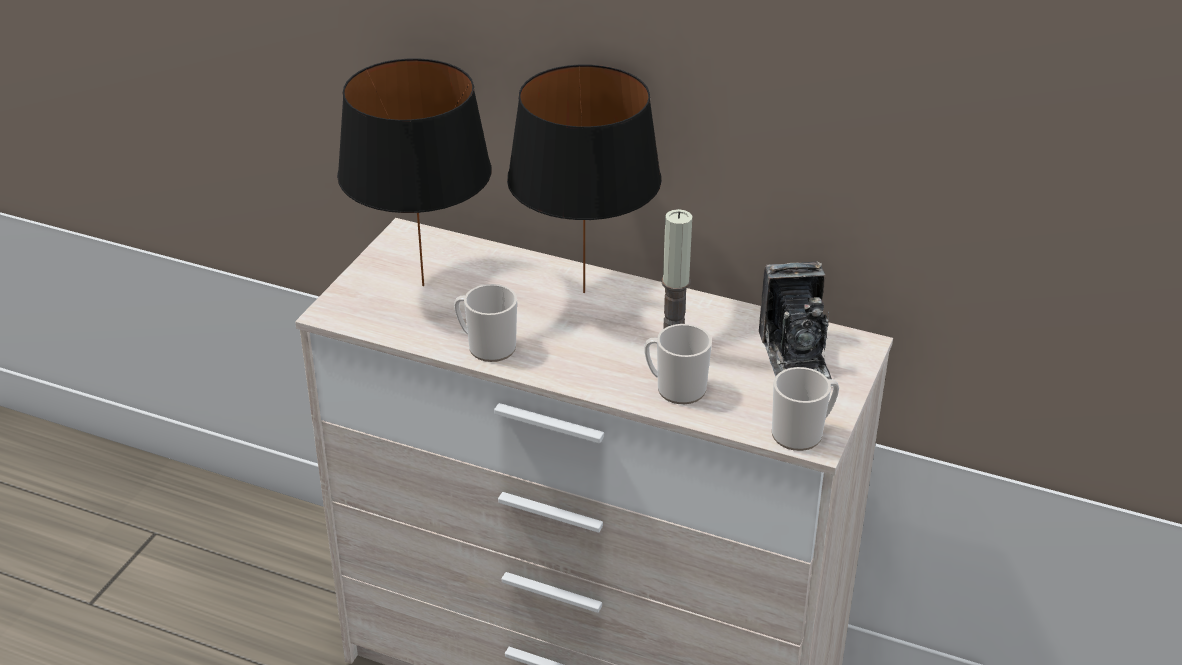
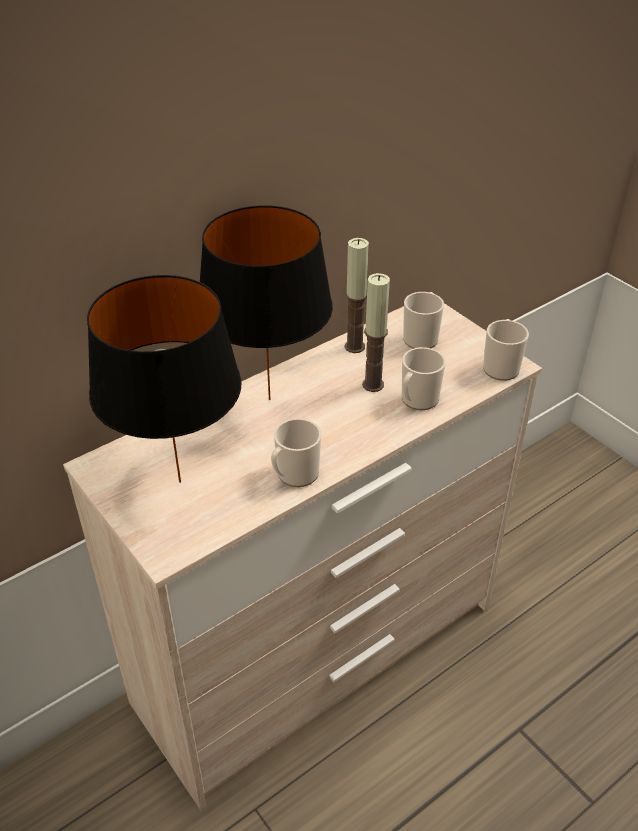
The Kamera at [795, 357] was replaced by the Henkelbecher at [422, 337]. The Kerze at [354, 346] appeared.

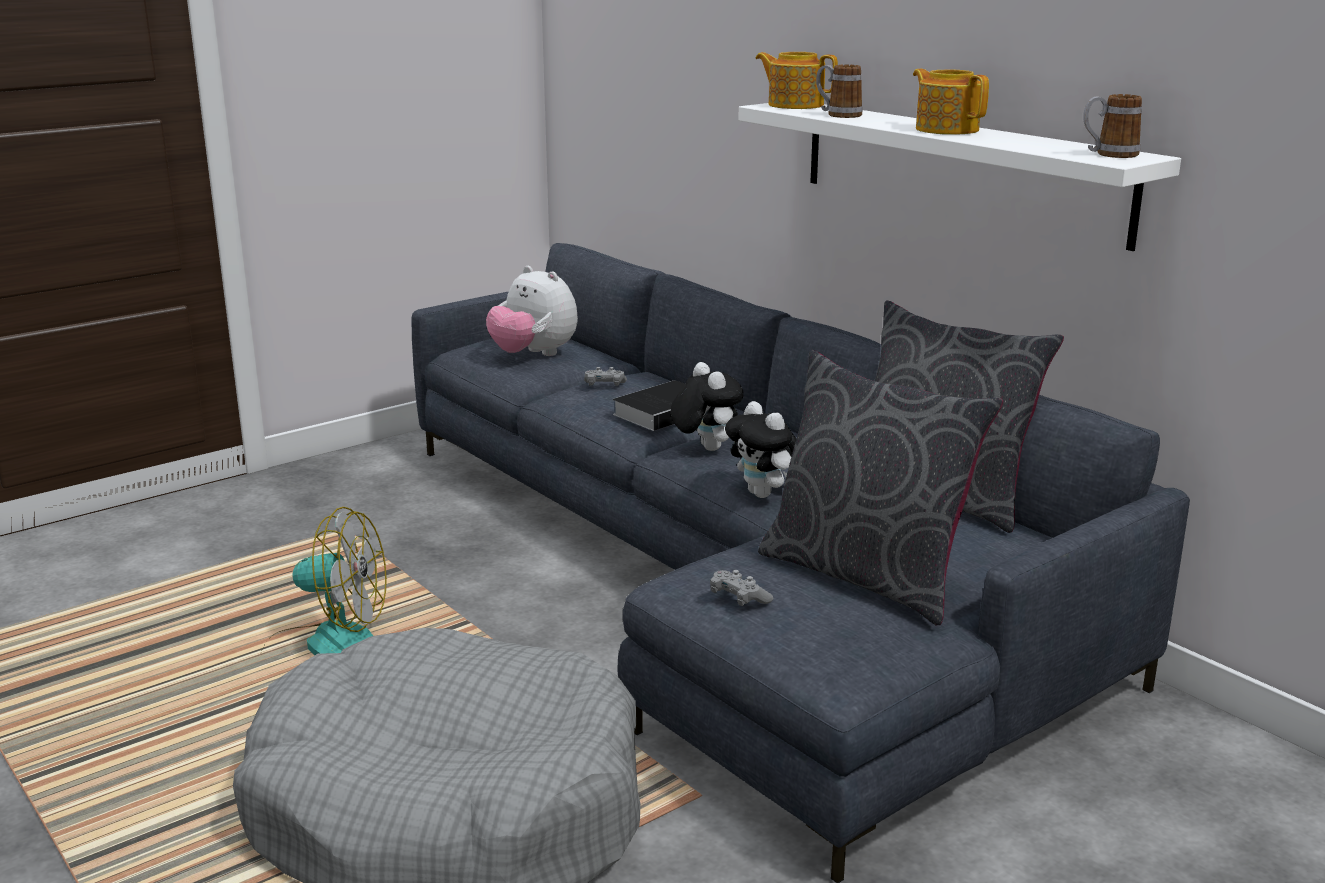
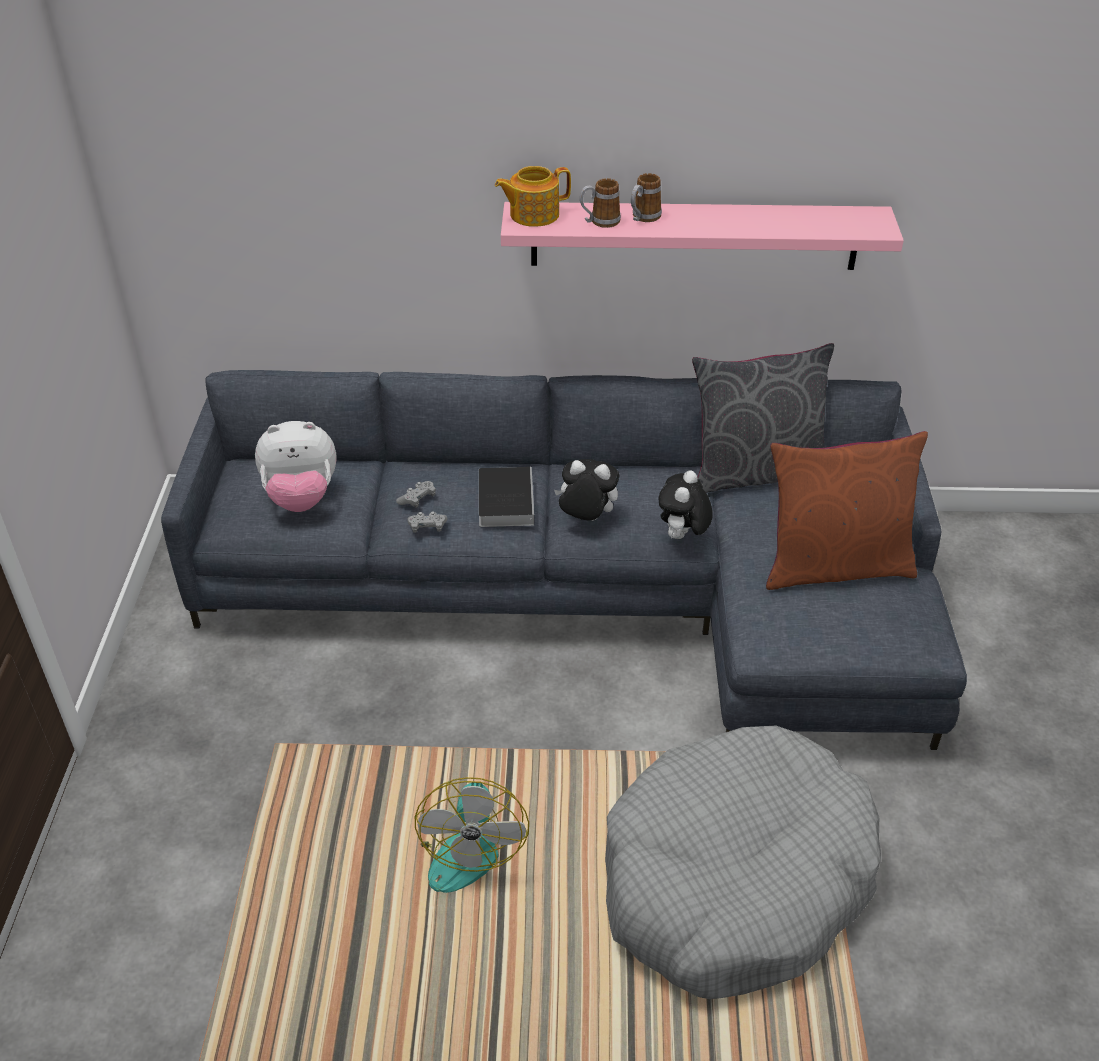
The Teekanne at [946, 129] disappeared. The Henkelbecher moved from [1108, 154] to [643, 218]. The Wandregal [weiß] at [959, 169] became the Wandregal [rosa] at [694, 235]. The Kissen [grau] at [866, 576] became the Kissen [braun] at [834, 566]. The Plüschtier at [765, 494] turned 105 degrees clockwise. The Ventilator at [325, 649] turned 135 degrees clockwise. The Gamepad [grau] moved from [739, 598] to [427, 527].

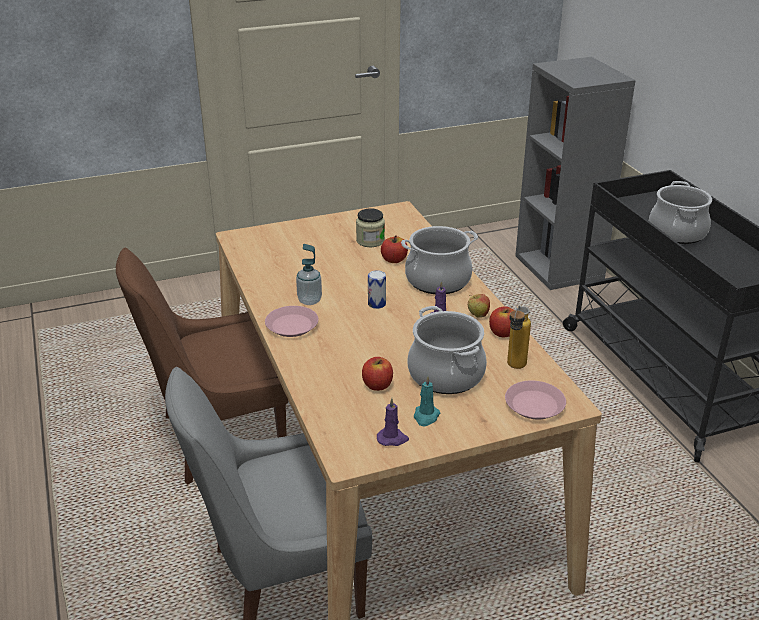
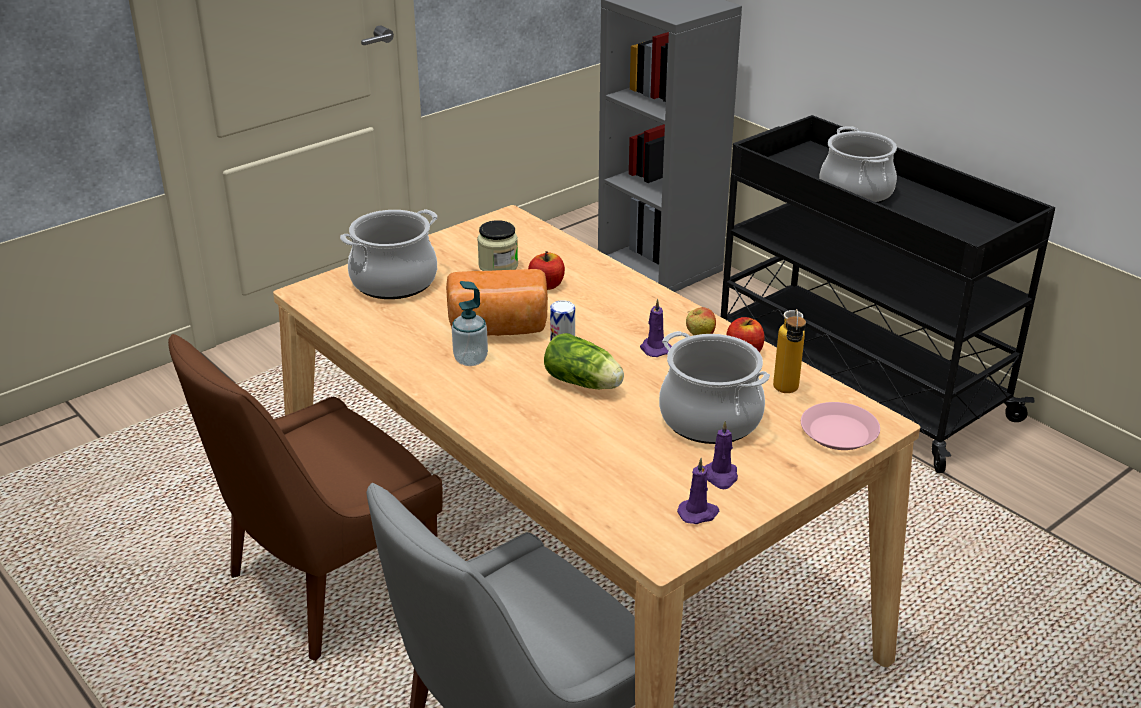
The Kochtopf moved from [438, 280] to [394, 281]. The Teller [rosa] at [291, 325] disappeared. The Apfel at [377, 385] disappeared. The Kerze [türkis] at [426, 417] became the Kerze [lila] at [721, 476]. The Brot at [498, 328] appeared. The Salatkopf at [585, 384] appeared.

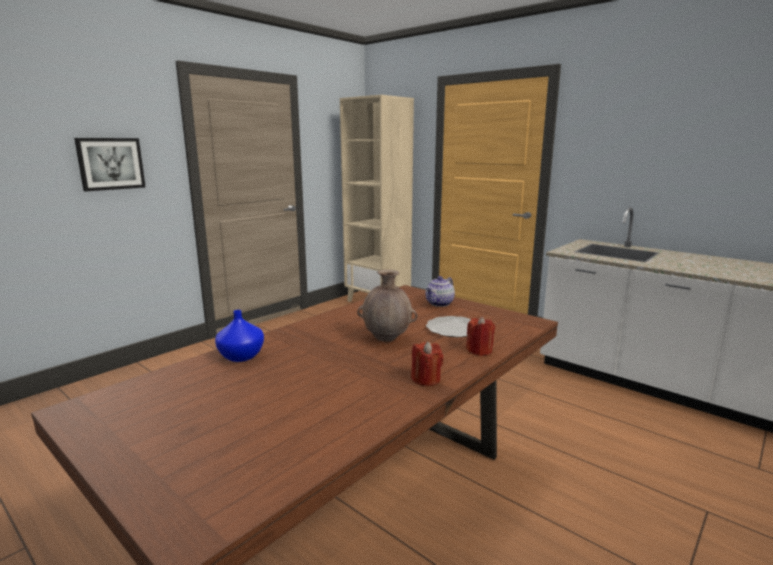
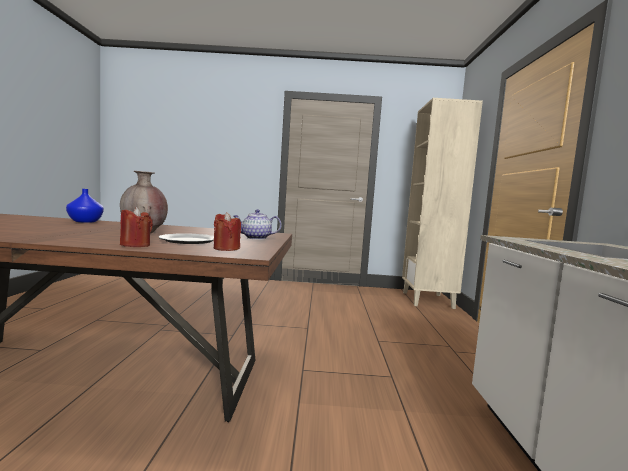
The Bild at [111, 163] disappeared. The Kerze [rot] moved from [426, 379] to [226, 248].

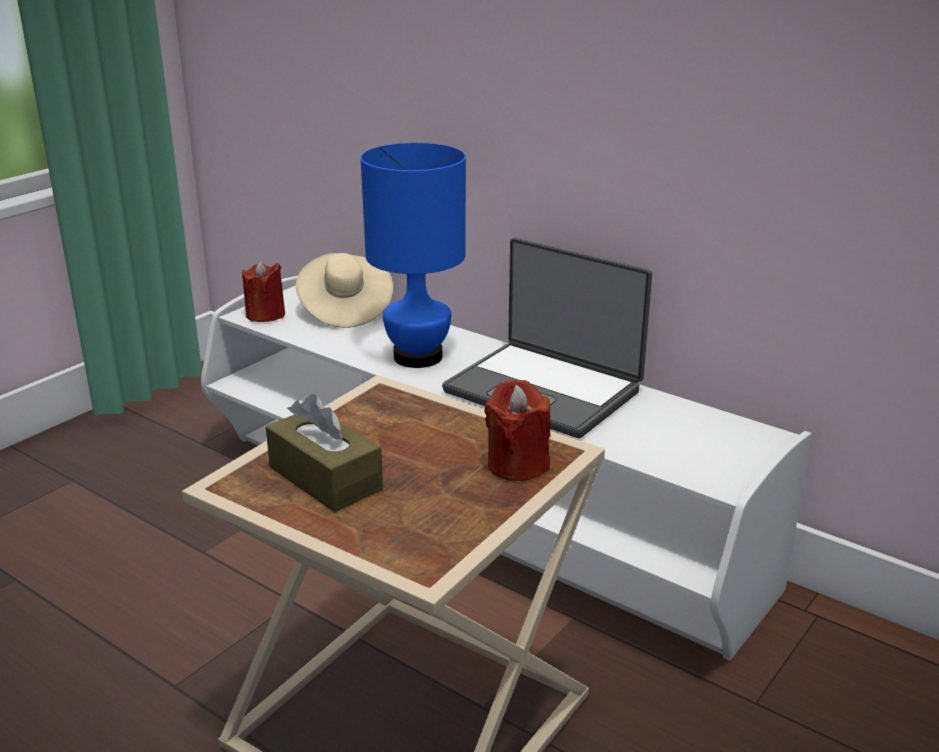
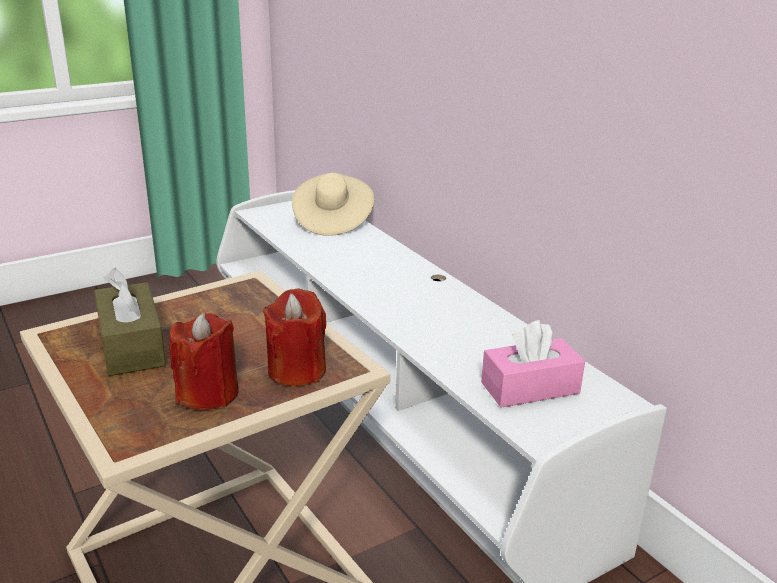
The Tischlampe [blau] at [417, 357] disappeared. The Laptop at [545, 390] disappeared. The Kerze [rot] moved from [265, 315] to [207, 393]. The Taschentuchbox [rosa] at [530, 388] appeared.

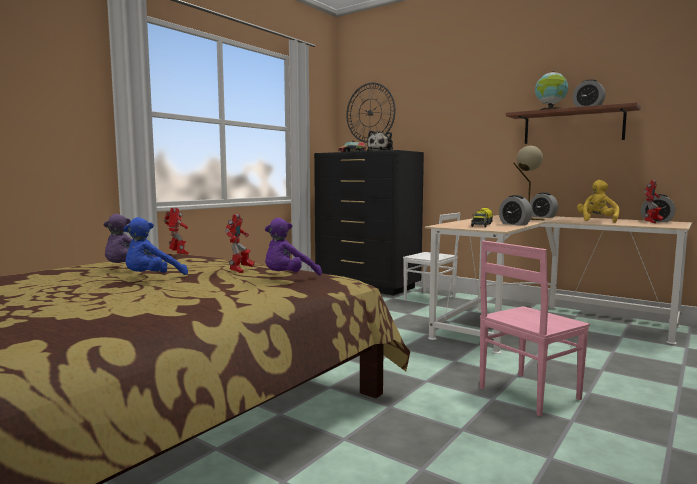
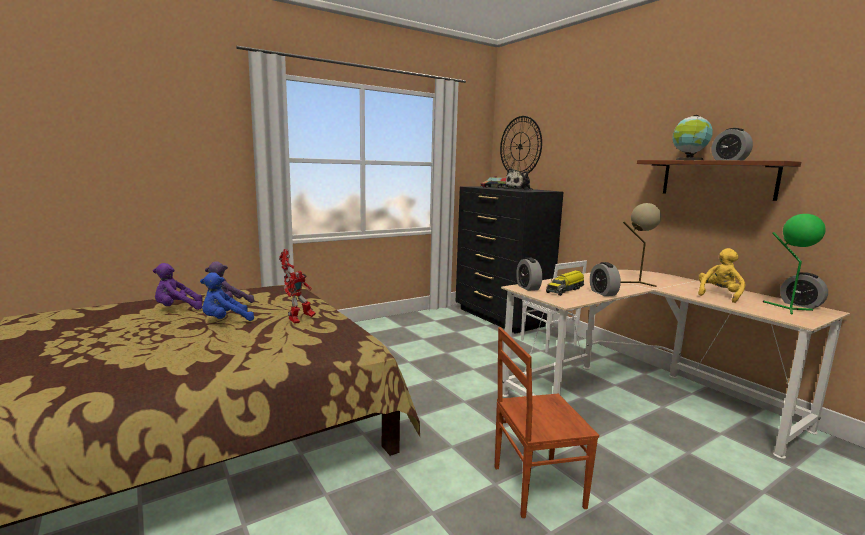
The Spielzeugroboter at [652, 222] was replaced by the Tischlampe [grün] at [786, 308]. The Wecker moved from [543, 217] to [528, 287]. The Plüschtier [lila] moved from [288, 278] to [177, 309]. The Stuhl [rosa] at [526, 393] became the Stuhl [braun] at [535, 486].

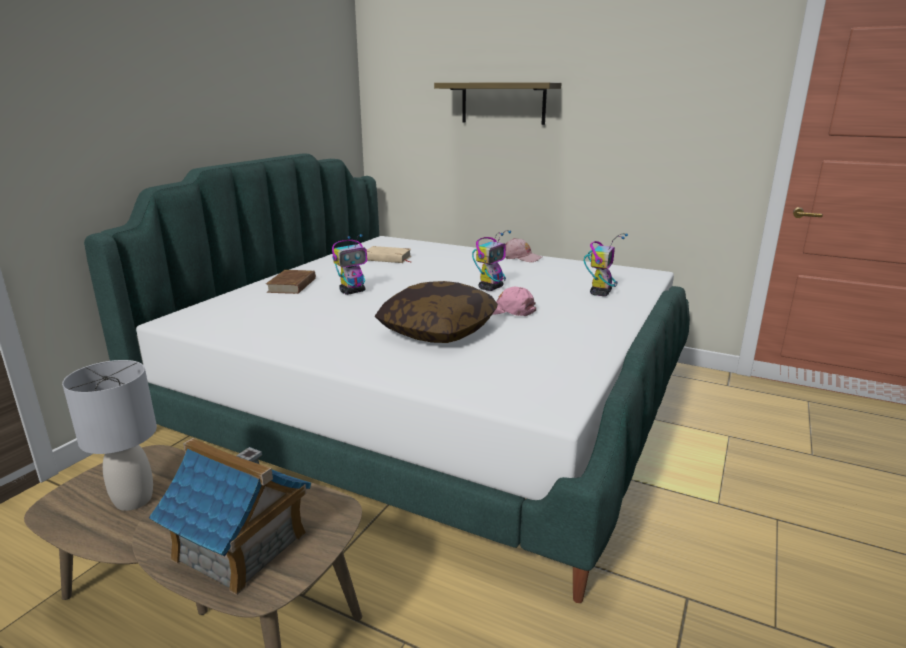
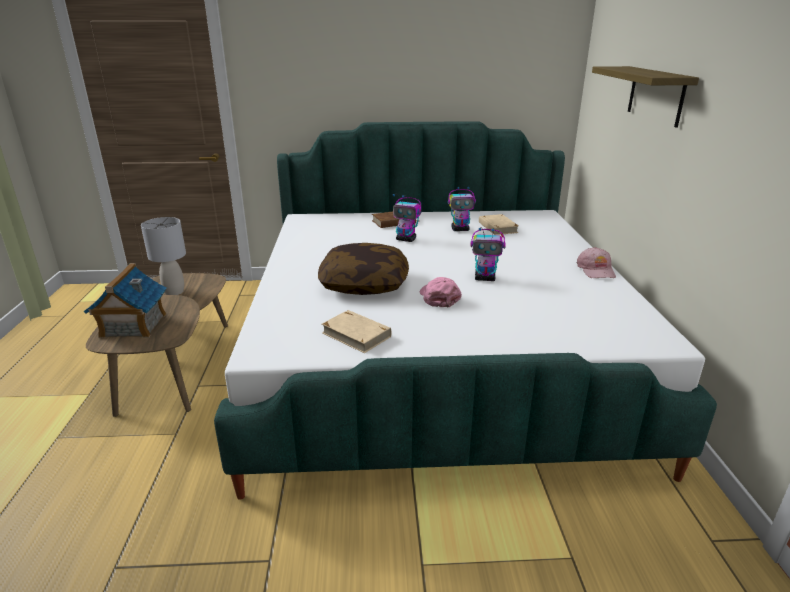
The Spielzeugroboter moved from [600, 293] to [460, 229]. The Buch [beige] at [356, 334] appeared.

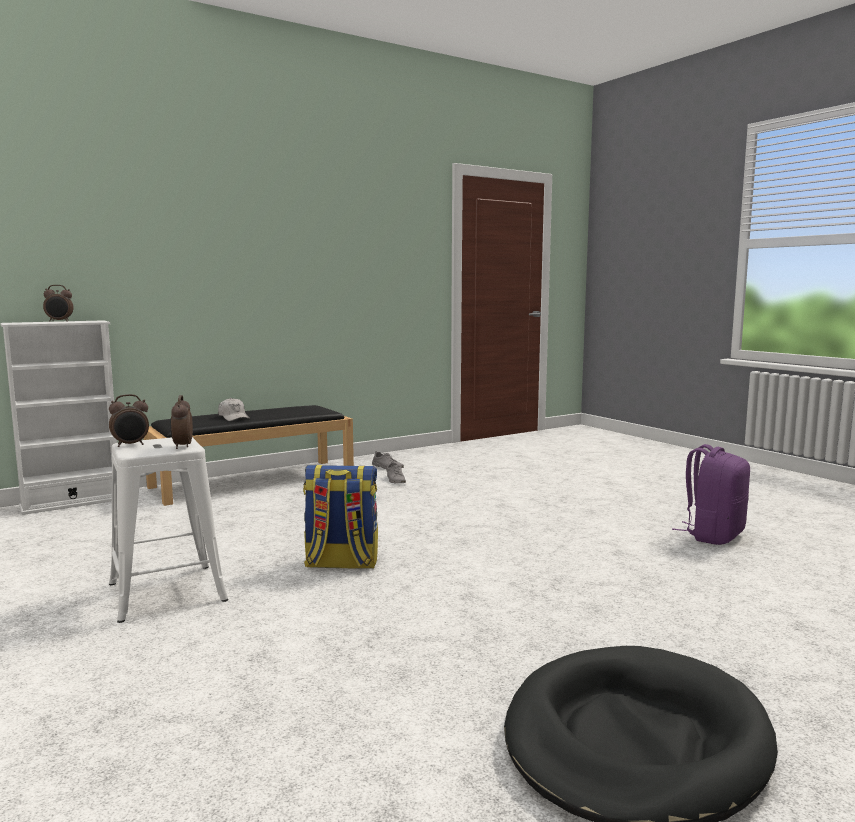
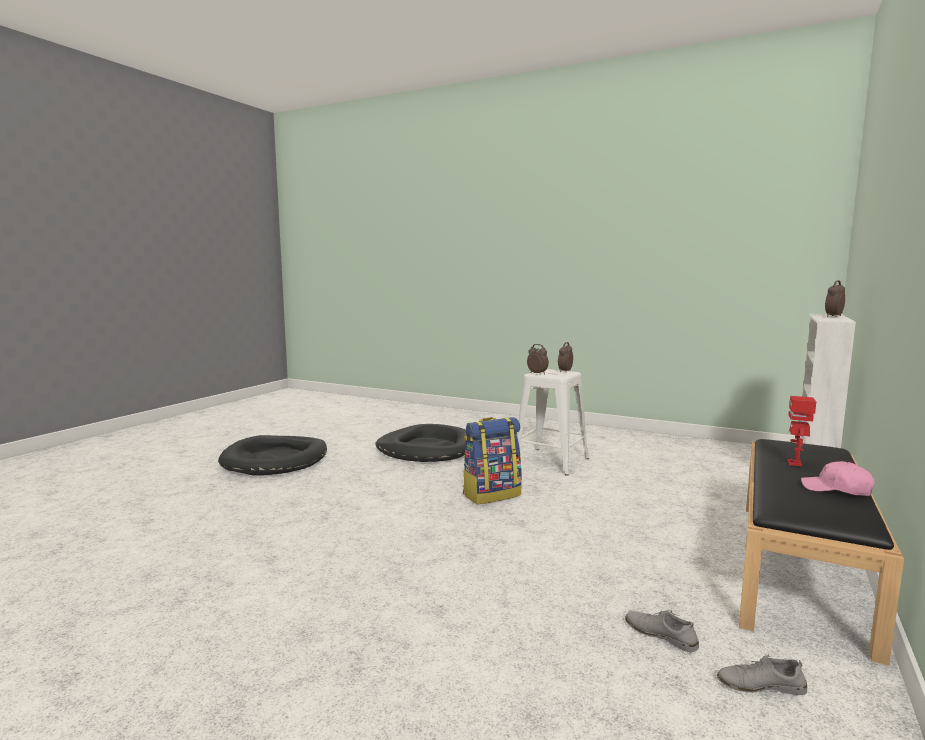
The Kappe [weiß] at [233, 417] was replaced by the Spielzeugroboter at [795, 463]. The Rucksack [lila] at [713, 536] disappeared. The Hundebett [schwarz] at [427, 449] appeared. The Kappe [rosa] at [836, 489] appeared.

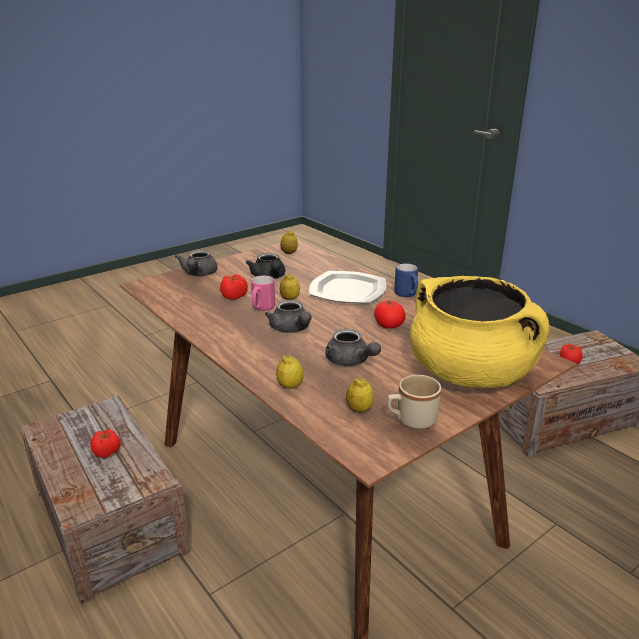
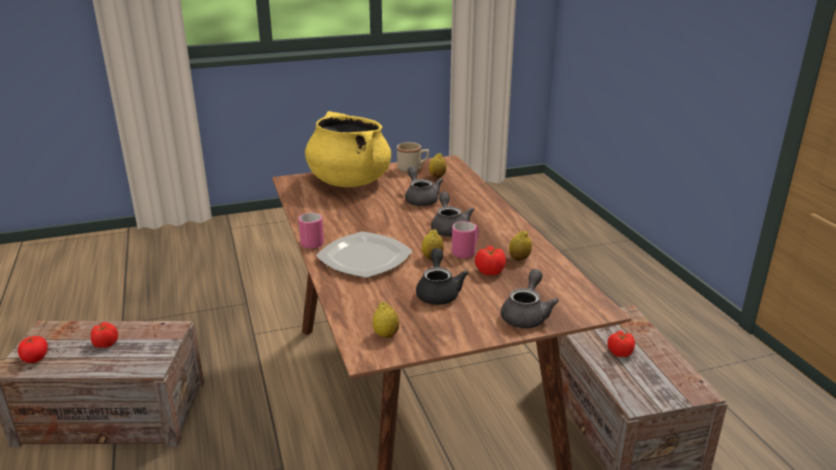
The Henkelbecher [blau] at [407, 295] became the Henkelbecher [rosa] at [312, 242]. The Tomate moved from [388, 326] to [35, 358]. The Zitrone moved from [290, 386] to [519, 258].

